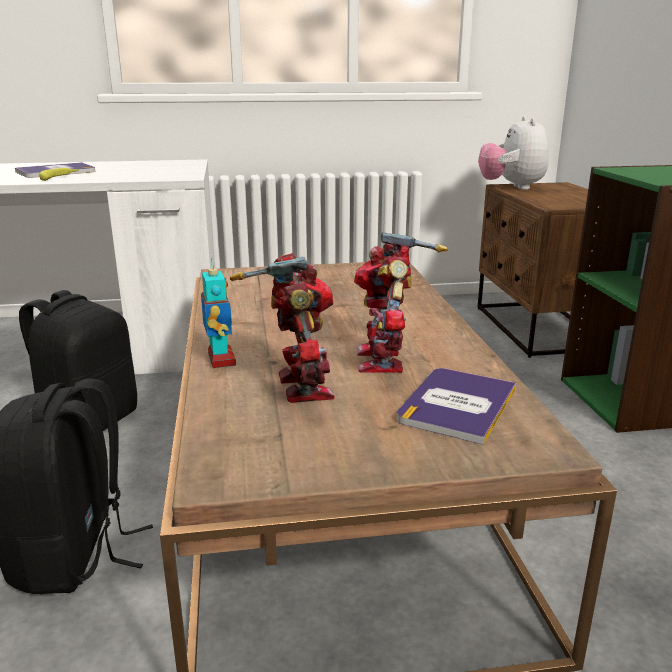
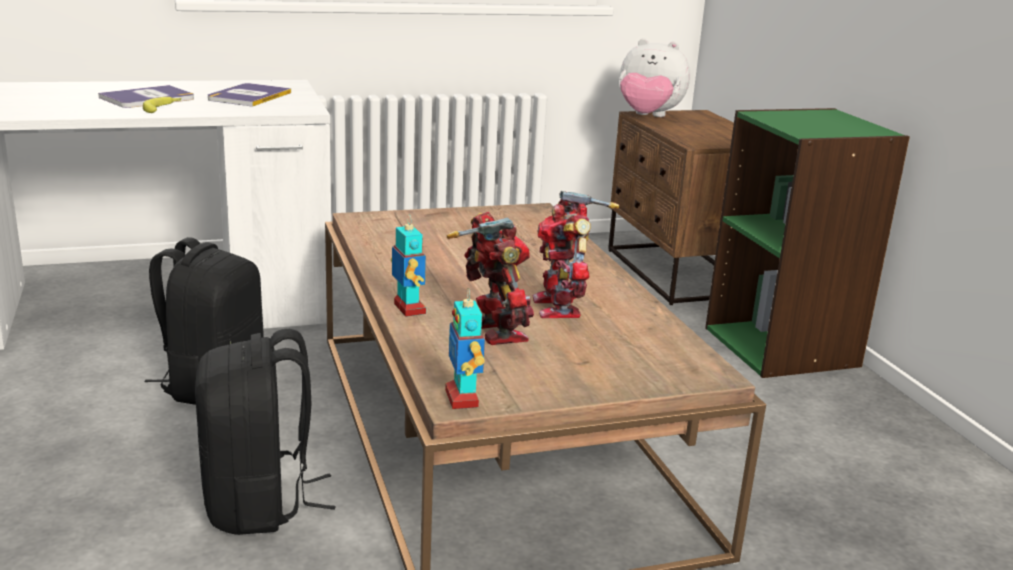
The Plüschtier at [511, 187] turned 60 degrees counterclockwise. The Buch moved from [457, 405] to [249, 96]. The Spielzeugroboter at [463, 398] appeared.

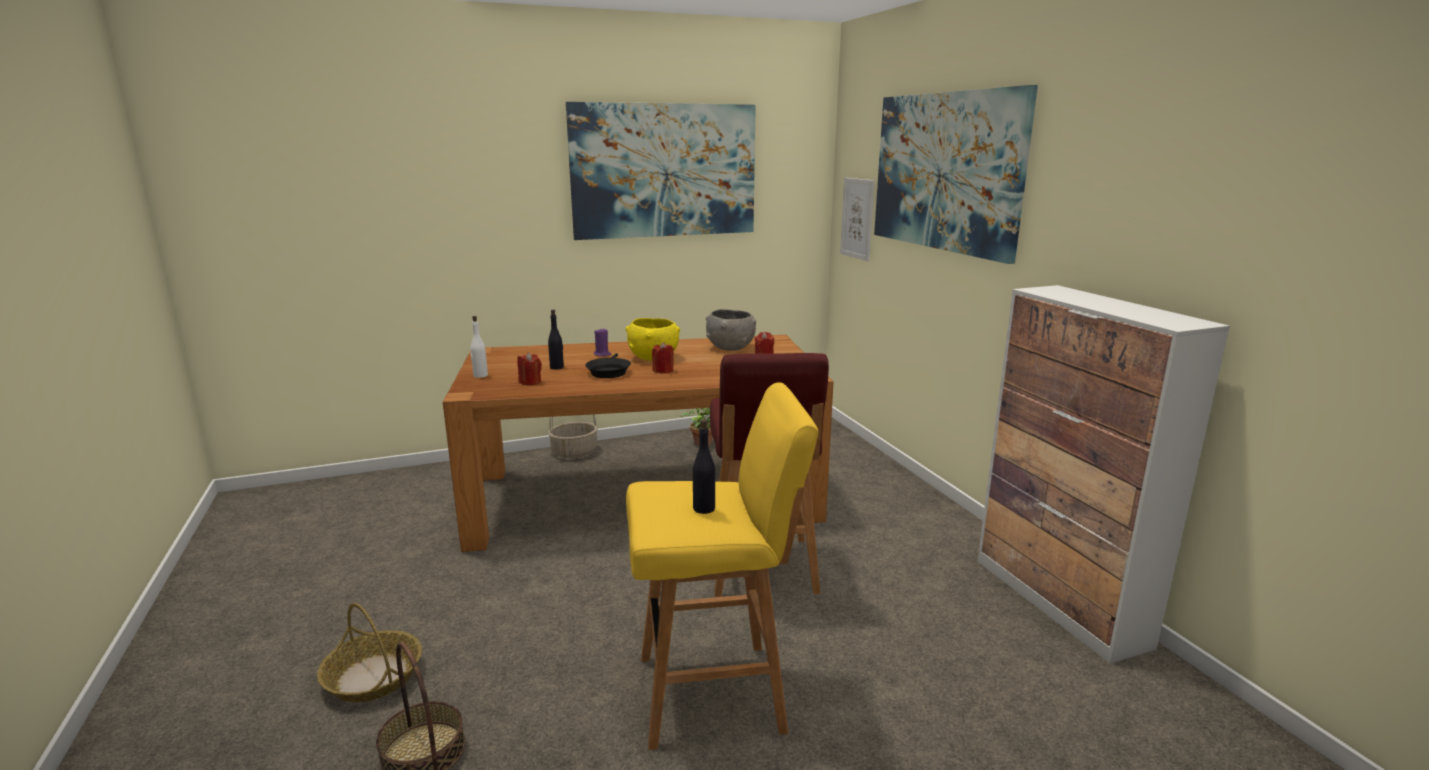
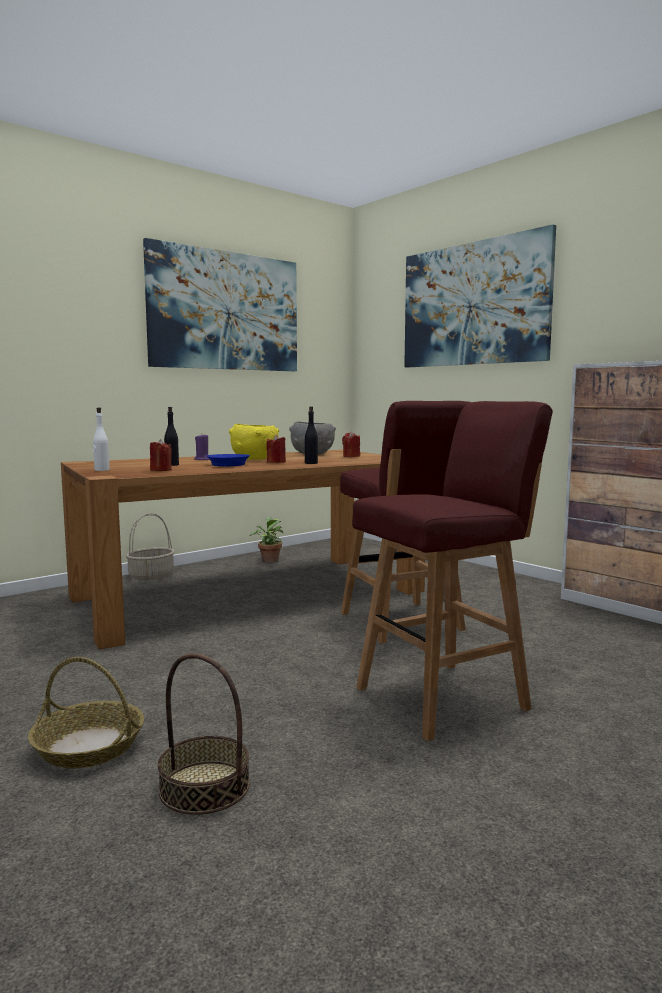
The Bild at [857, 218] disappeared. The Pfanne [schwarz] at [608, 372] became the Pfanne [blau] at [227, 464]. The Hocker [gelb] at [715, 693] became the Hocker [rot] at [445, 697]. The Flasche [schwarz] moved from [703, 508] to [311, 463].

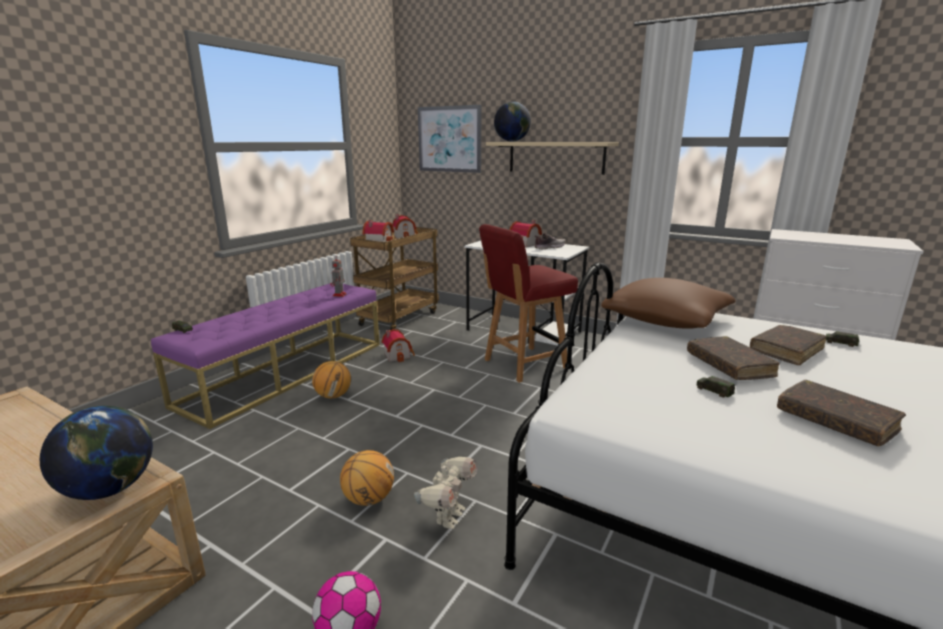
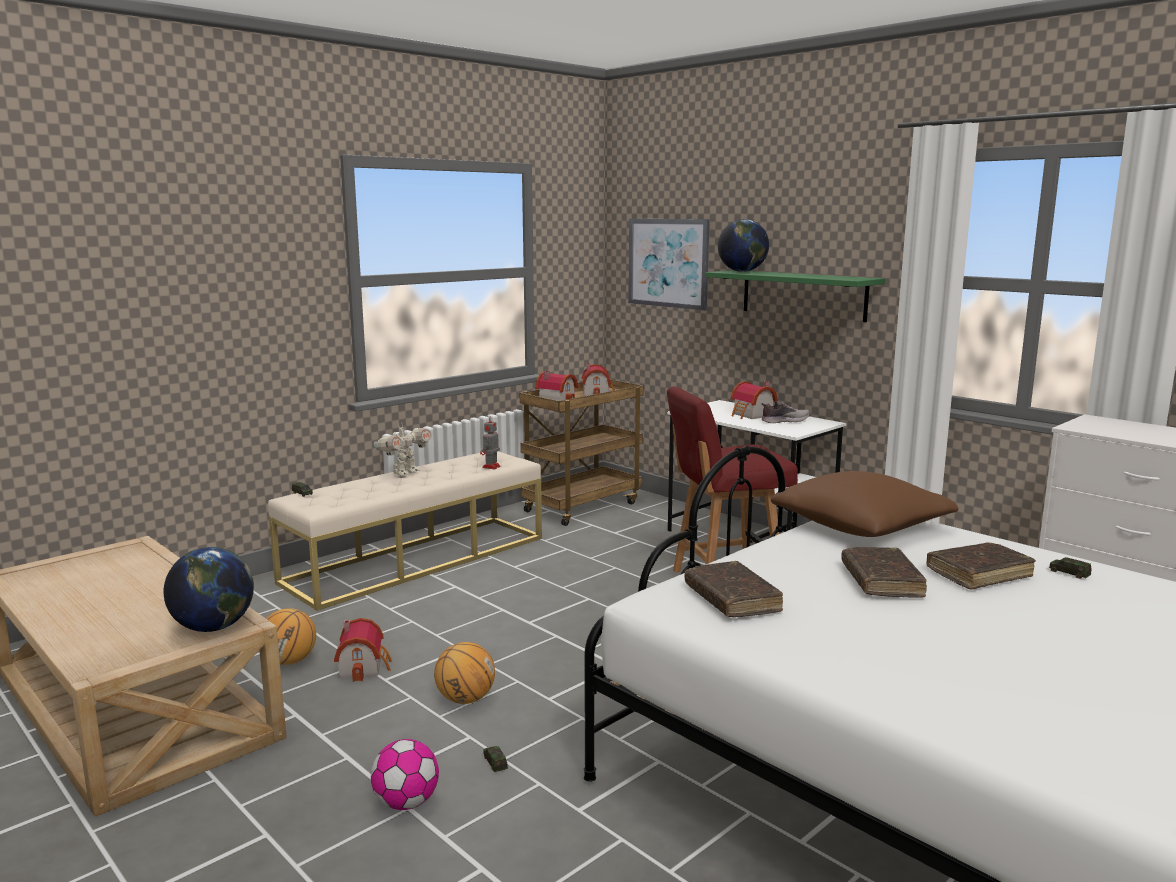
The Wandregal [beige] at [556, 157] became the Wandregal [grün] at [803, 295]. The Bank [lila] at [287, 372] became the Bank [beige] at [417, 559]. The Spielzeughaus moved from [398, 355] to [364, 666]. The Basketball moved from [333, 396] to [290, 661]. The Spielzeugauto moved from [714, 391] to [495, 763]. The Buch [braun] moved from [835, 421] to [732, 599]. The Spielzeugroboter moved from [448, 517] to [405, 472].

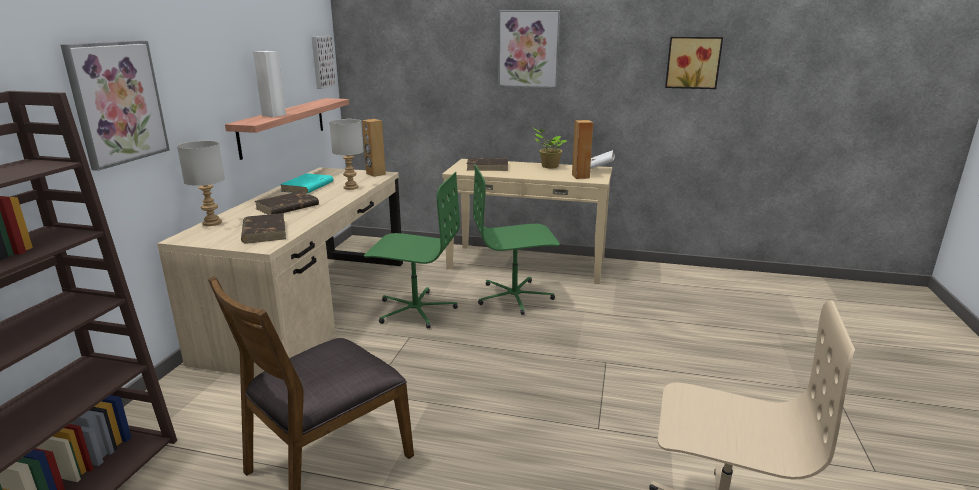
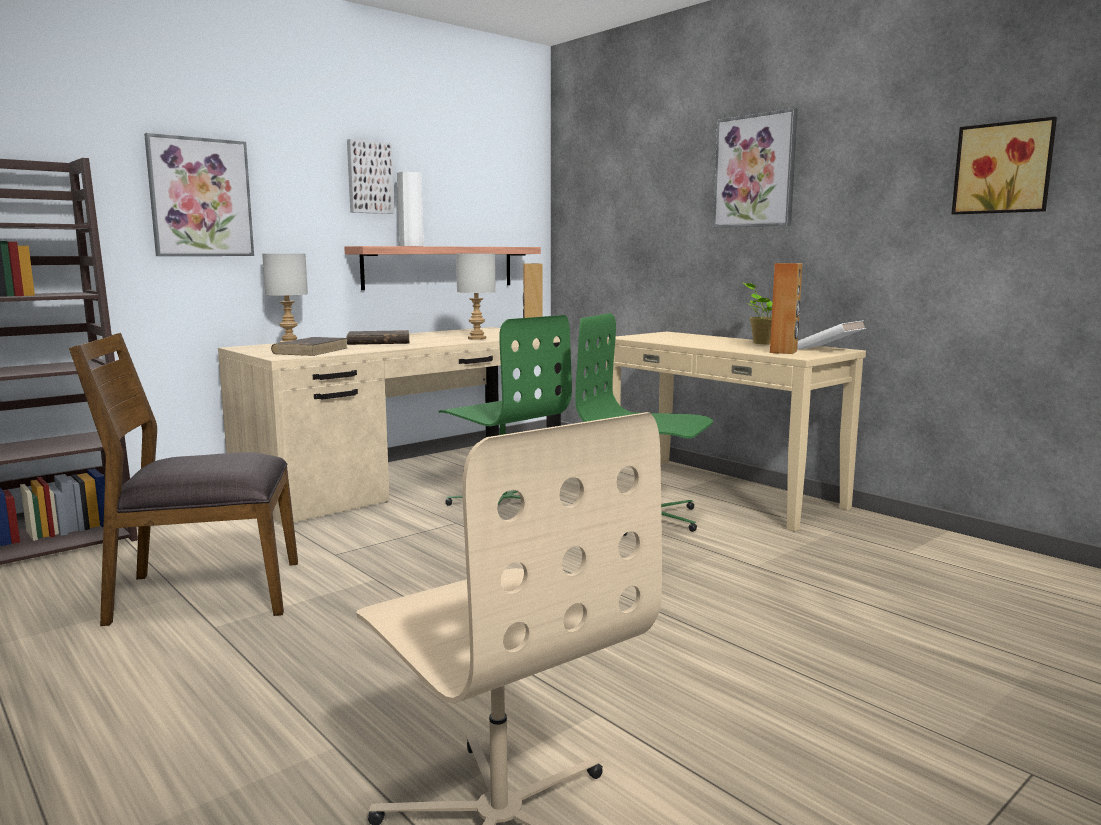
The Bild moved from [322, 62] to [369, 177]. The Buch [braun] at [488, 167] disappeared. The Buch [türkis] at [307, 187] disappeared.

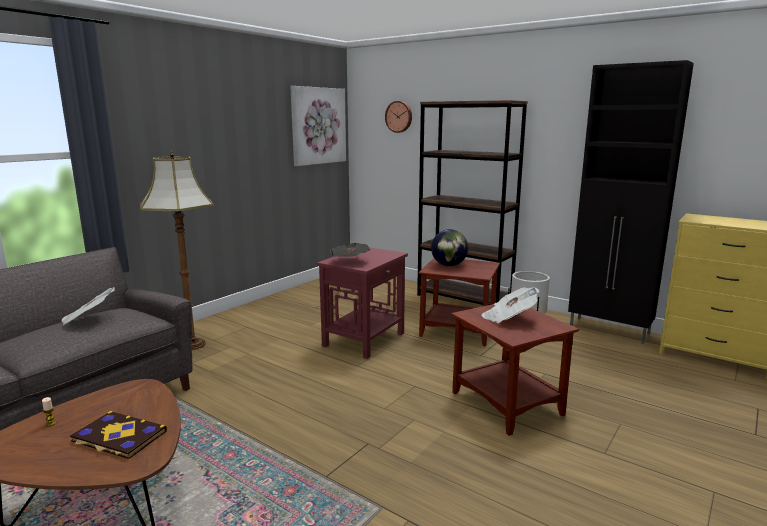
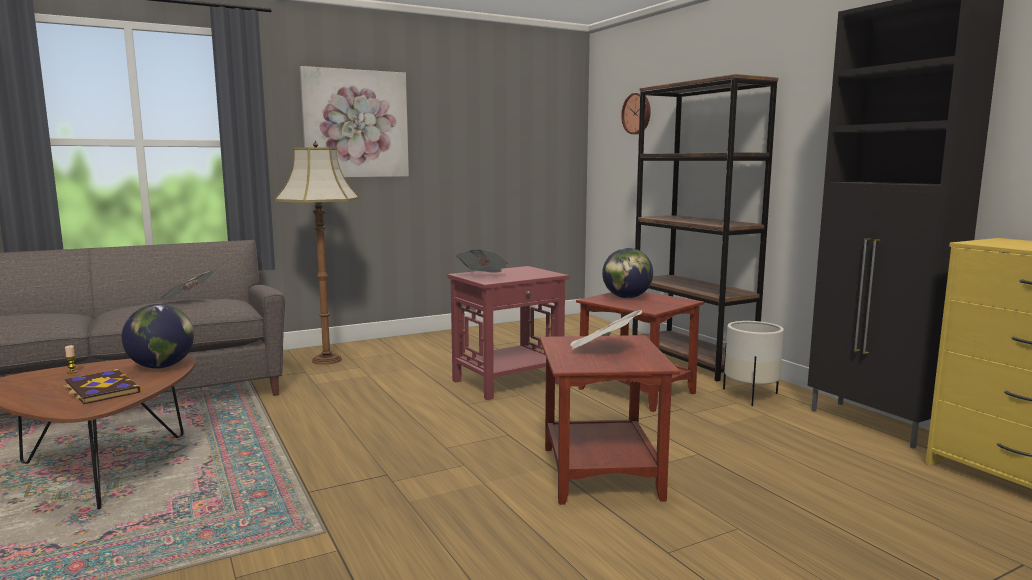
The Bild moved from [318, 126] to [355, 124]. The Globus at [161, 367] appeared.

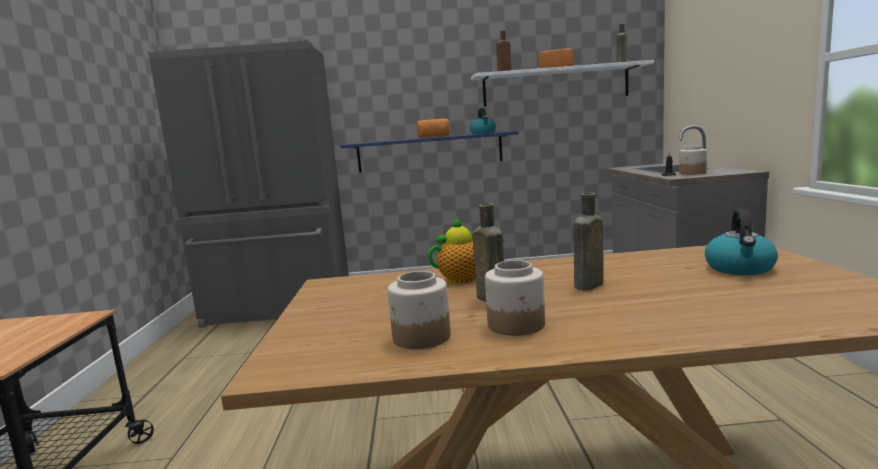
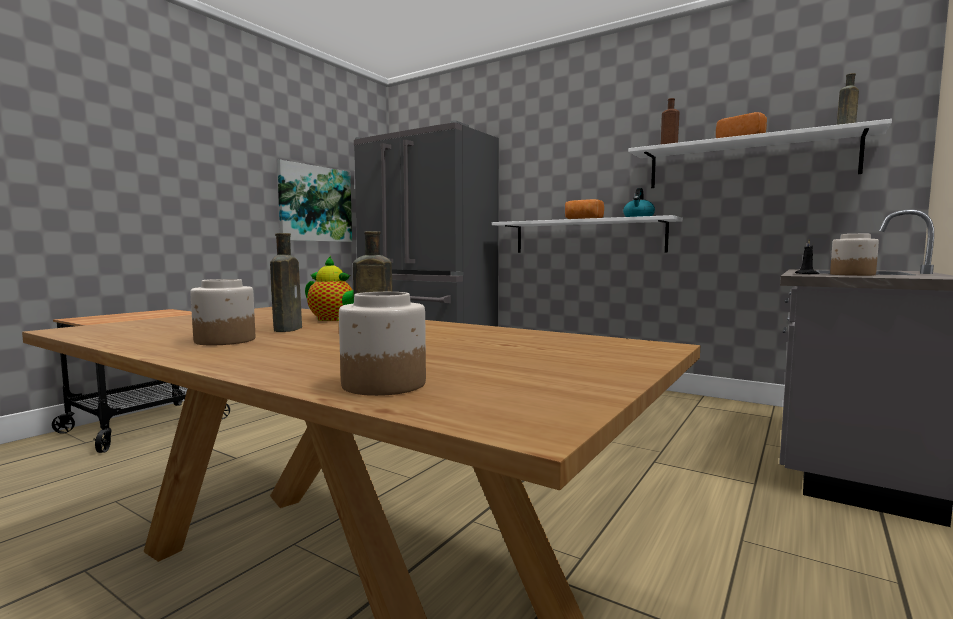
The Wandregal [blau] at [430, 152] became the Wandregal [weiß] at [587, 236]. The Wasserkessel at [740, 268] disappeared. The Vorratsglas moved from [421, 337] to [383, 384]. The Bild at [315, 204] appeared.

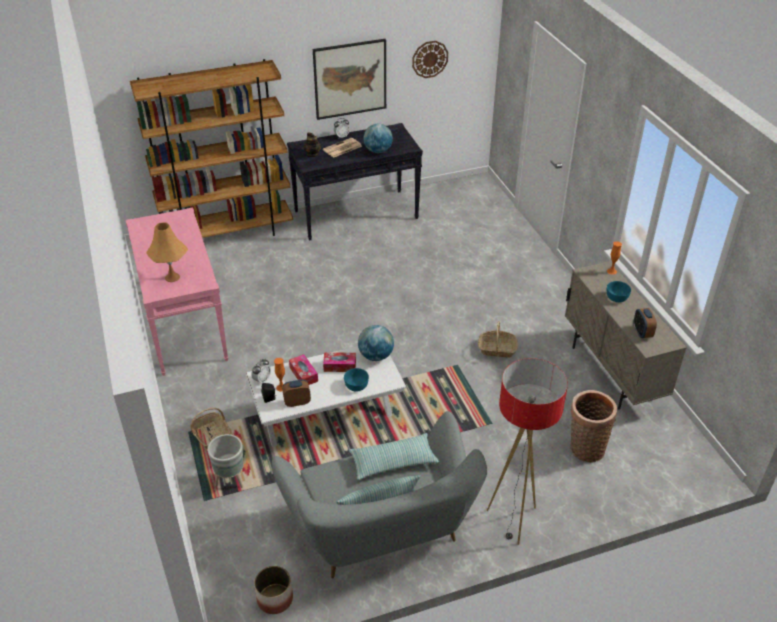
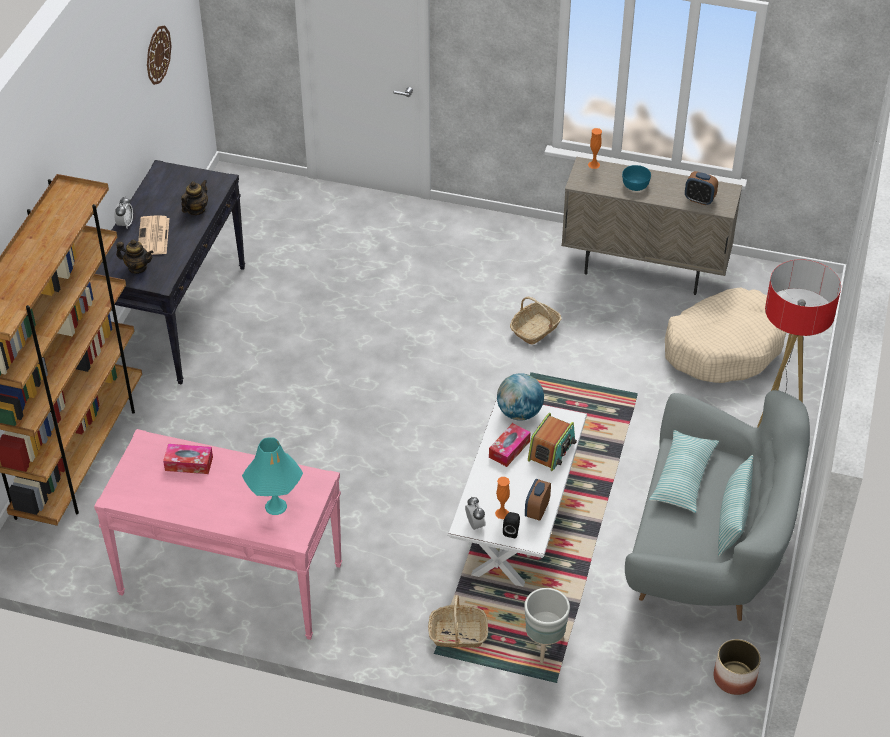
The Bild at [350, 79] disappeared. The Globus at [378, 151] was replaced by the Teekanne at [196, 210]. The Tischlampe [orange] at [172, 277] became the Tischlampe [türkis] at [276, 506]. The Taschentuchbox moved from [303, 374] to [189, 463]. The Schüssel [türkis] at [356, 385] was replaced by the Radio at [551, 450]. The Korb at [585, 448] was replaced by the Hundebett [beige] at [724, 347].

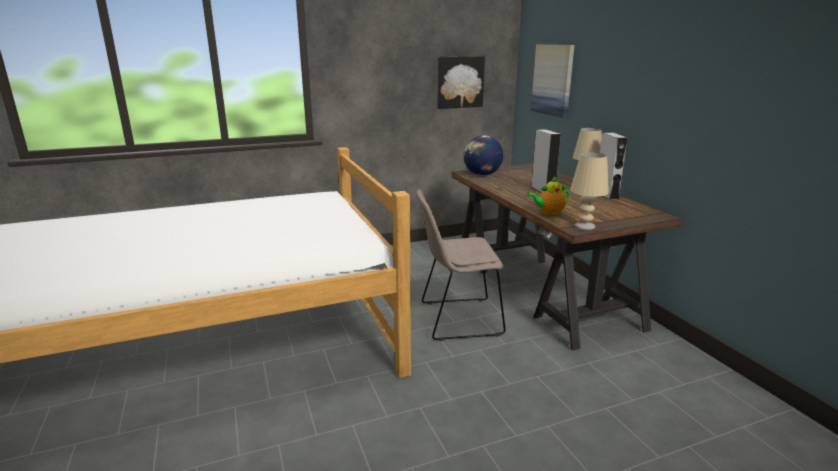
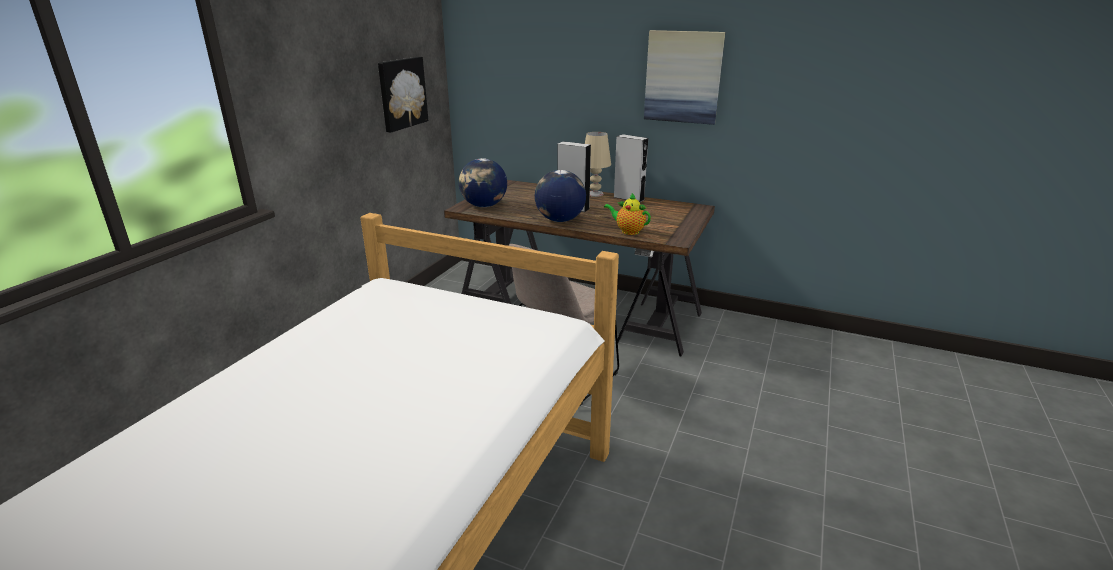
The Bild moved from [553, 80] to [683, 77]. The Tischlampe [beige] at [584, 226] disappeared. The Teekanne at [549, 213] turned 90 degrees clockwise. The Globus at [559, 220] appeared.

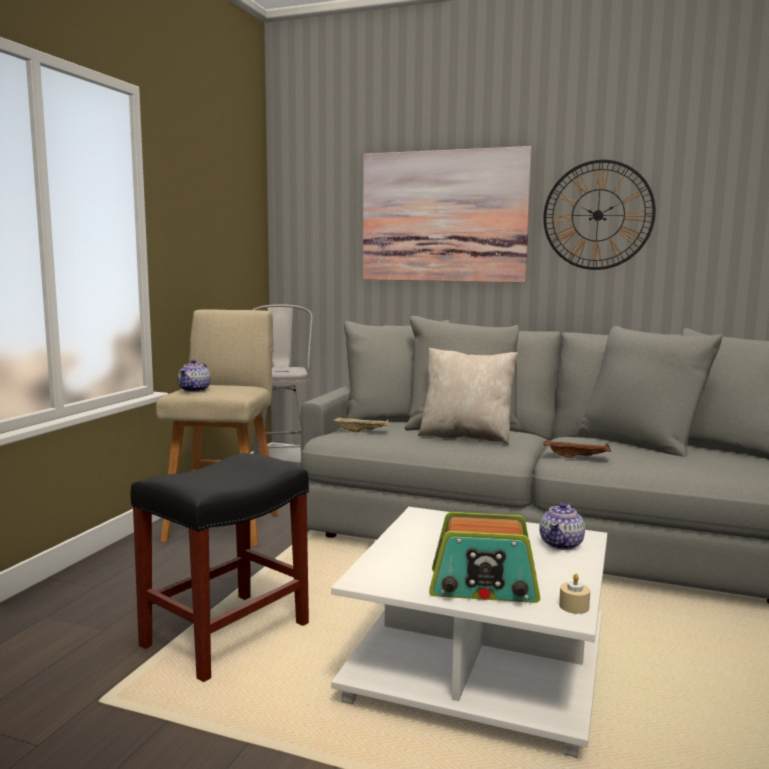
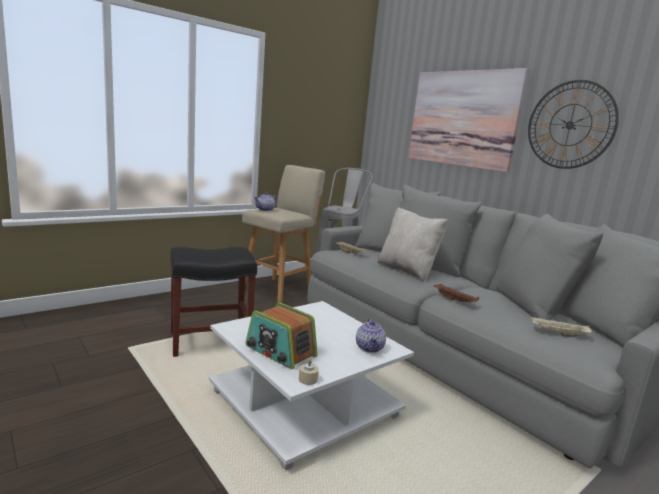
The Teekanne at [561, 544] turned 60 degrees counterclockwise. The Tablett [beige] at [558, 334] appeared.

